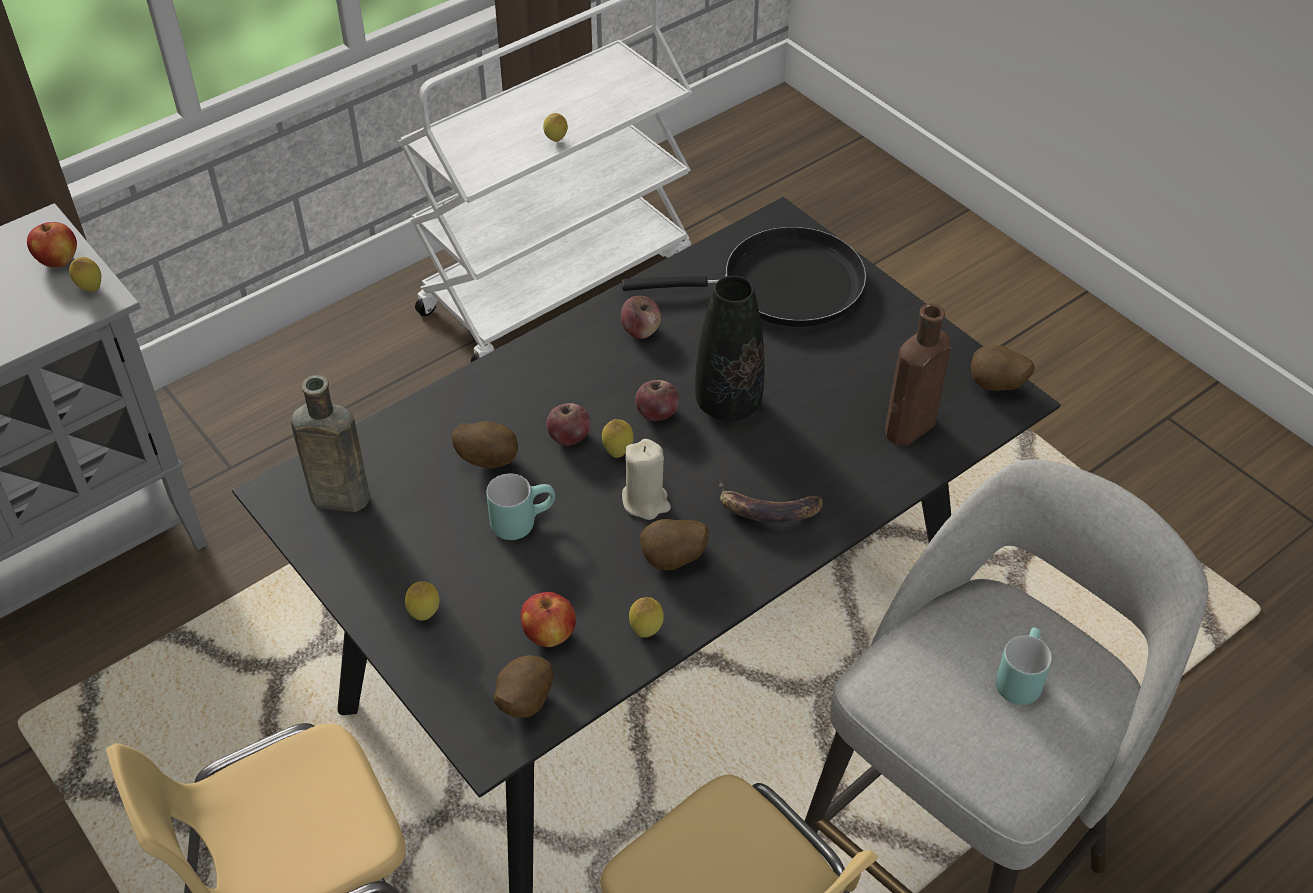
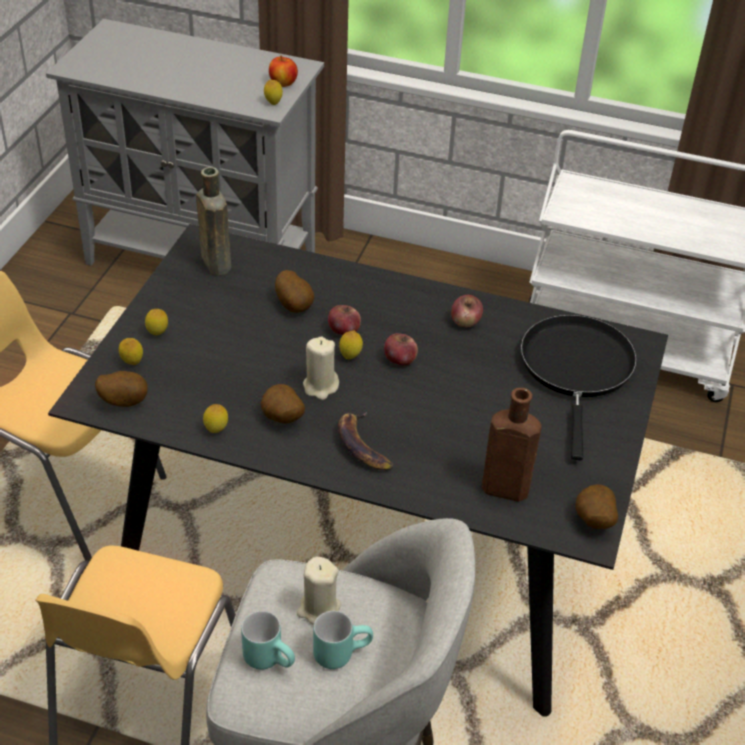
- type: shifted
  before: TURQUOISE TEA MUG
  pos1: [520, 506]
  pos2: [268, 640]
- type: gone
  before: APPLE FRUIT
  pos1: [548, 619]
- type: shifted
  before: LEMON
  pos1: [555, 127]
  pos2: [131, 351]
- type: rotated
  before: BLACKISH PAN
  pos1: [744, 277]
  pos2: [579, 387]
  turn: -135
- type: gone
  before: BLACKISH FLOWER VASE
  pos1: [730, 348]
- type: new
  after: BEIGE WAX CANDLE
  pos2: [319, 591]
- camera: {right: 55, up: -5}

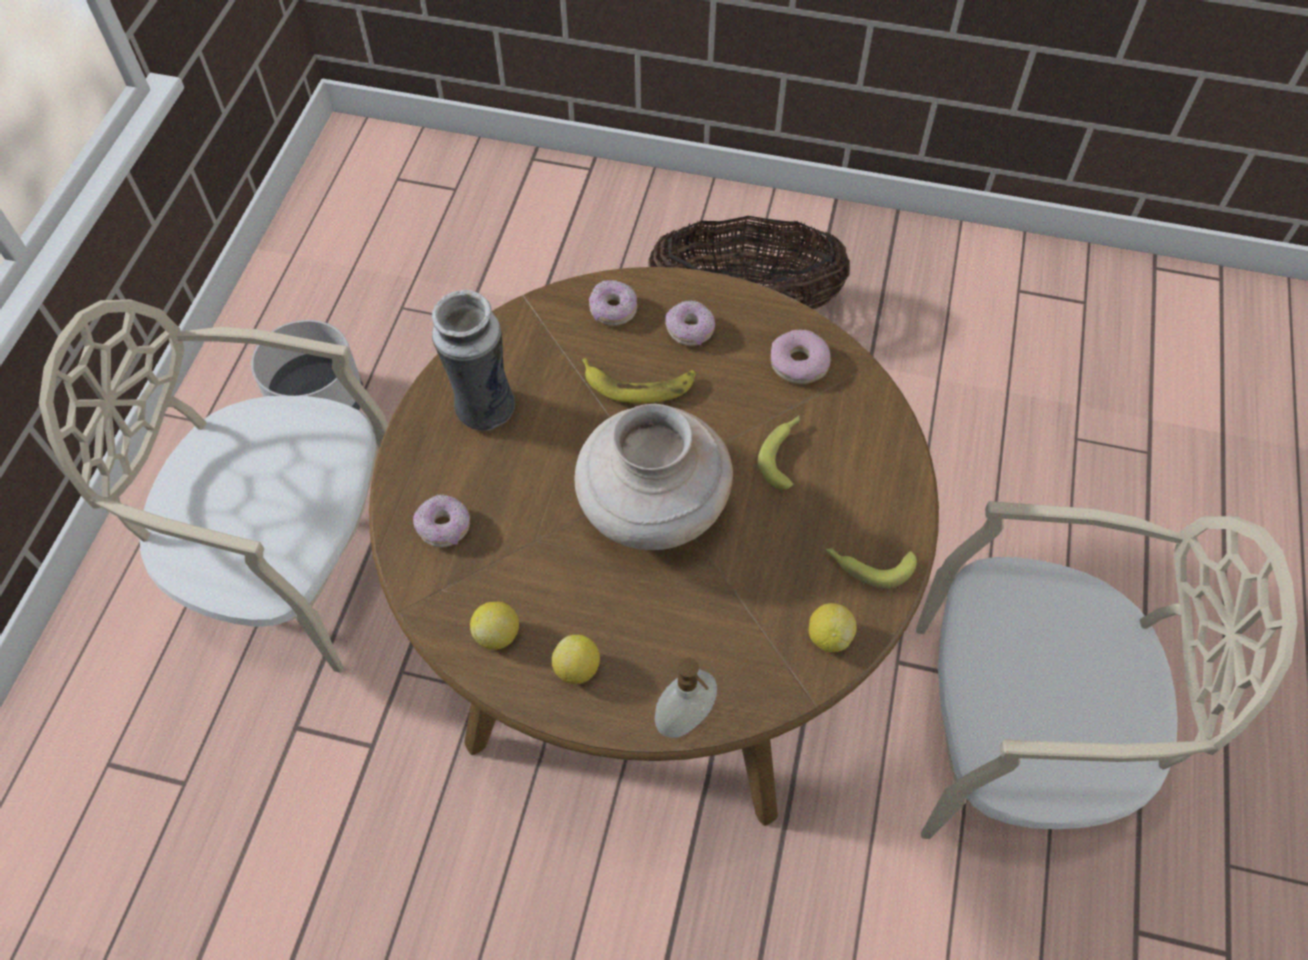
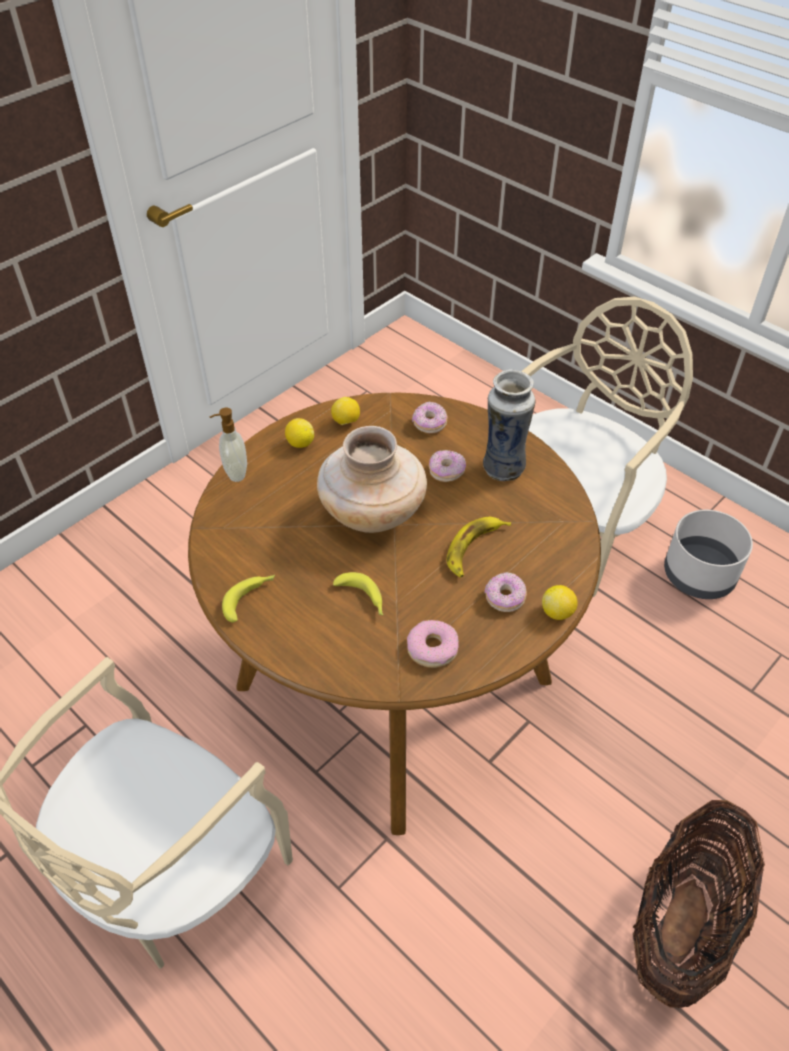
- type: shifted
  before: DOUGHNUT
  pos1: [613, 303]
  pos2: [447, 466]
- type: shifted
  before: LEMON
  pos1: [833, 627]
  pos2: [560, 602]
- camera: {right: 120, up: -10}

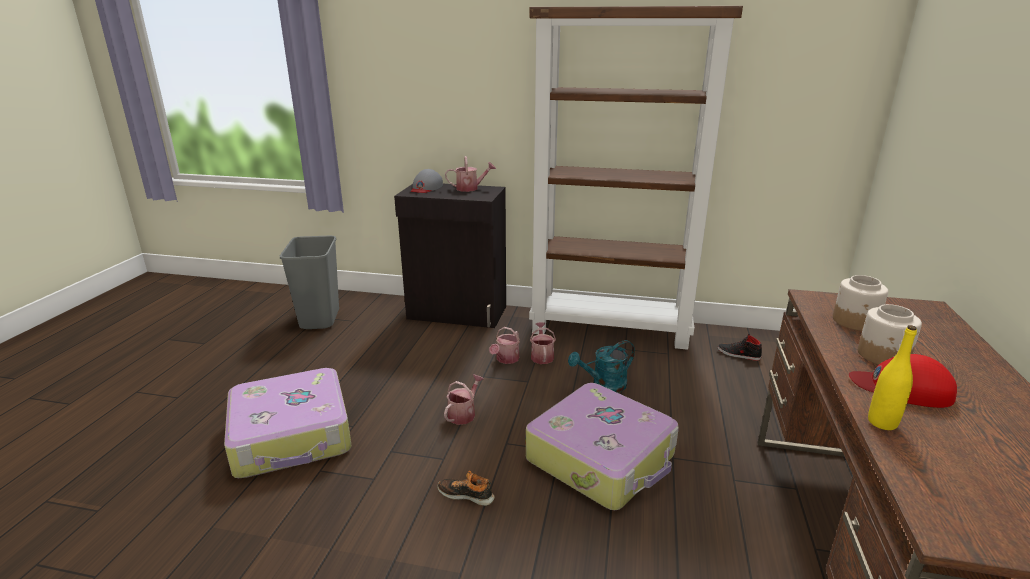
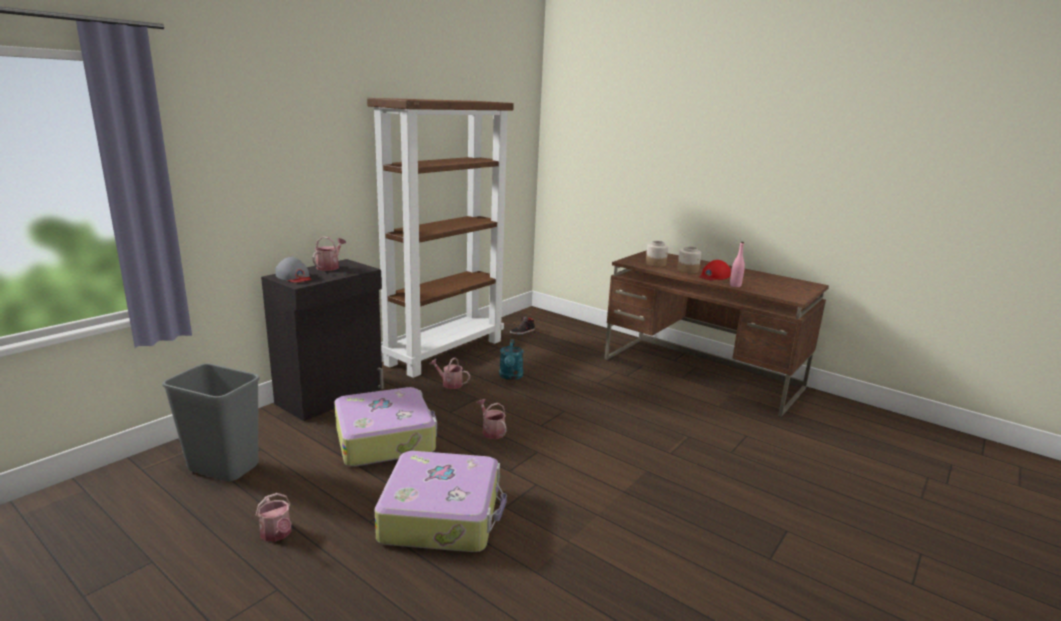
- type: gone
  before: LOW SHOE
  pos1: [466, 488]
- type: shifted
  before: SPRINKLING CAN
  pos1: [504, 345]
  pos2: [274, 517]
- type: shifted
  before: SUITCASE
  pos1: [602, 446]
  pos2: [385, 427]
- type: repainted
  before: YELLOW-COLOURED BEVERAGE BOTTLE
  after: PINKISH BEVERAGE BOTTLE
  pos1: [892, 377]
  pos2: [737, 264]
- camera: {right: -65, up: -5}

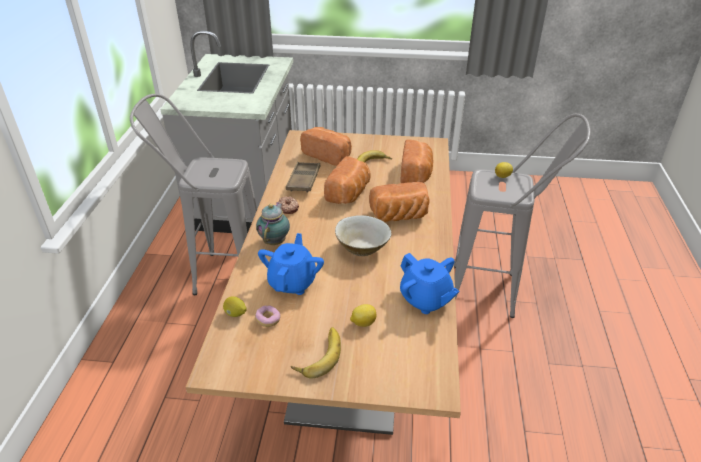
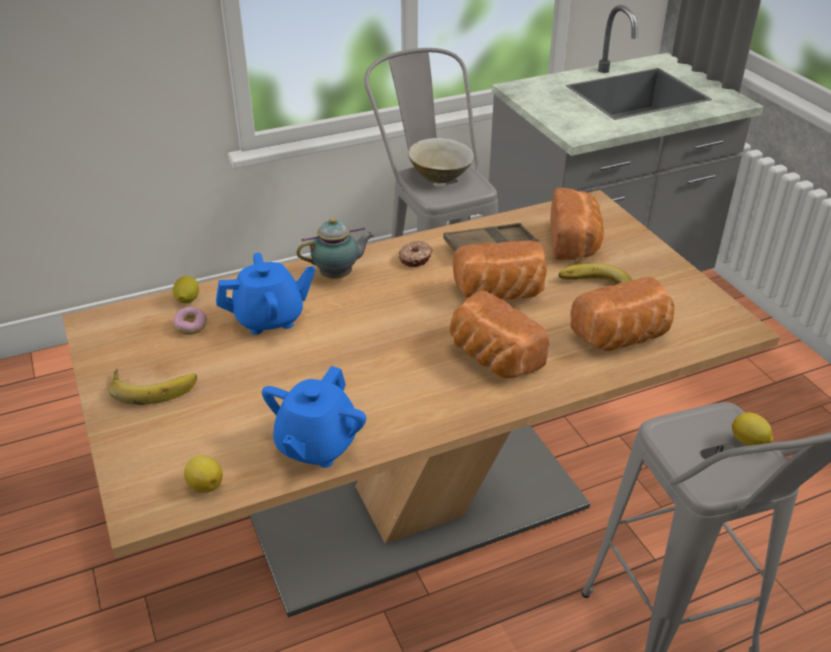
- type: shifted
  before: BEIGE SERVING BOWL
  pos1: [363, 235]
  pos2: [441, 160]
- type: shifted
  before: LEMON
  pos1: [363, 315]
  pos2: [203, 474]
- camera: {right: 60, up: 0}

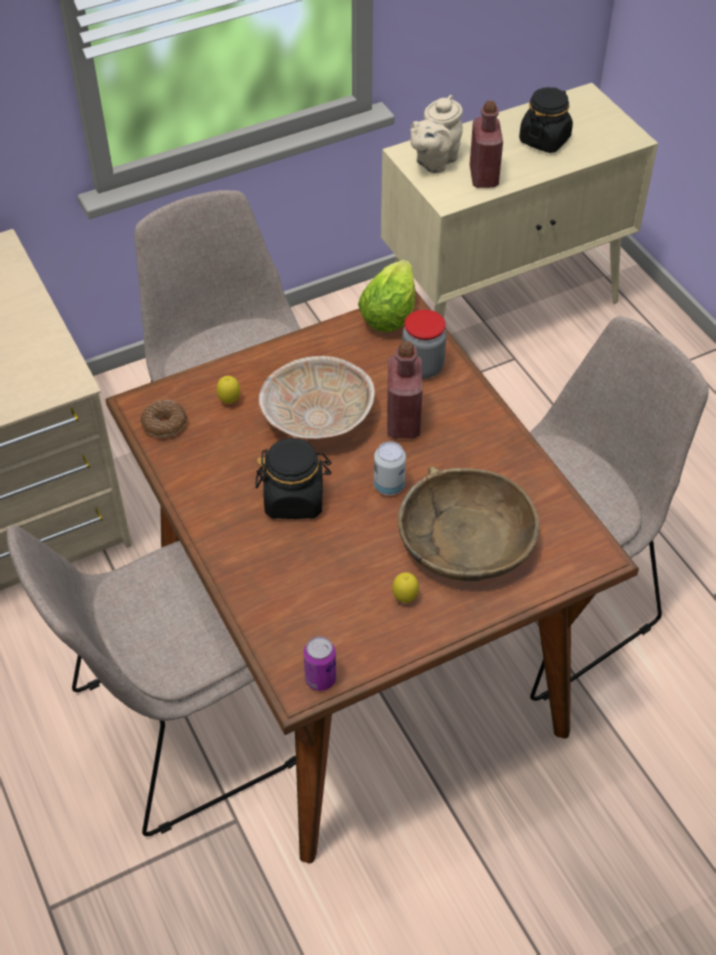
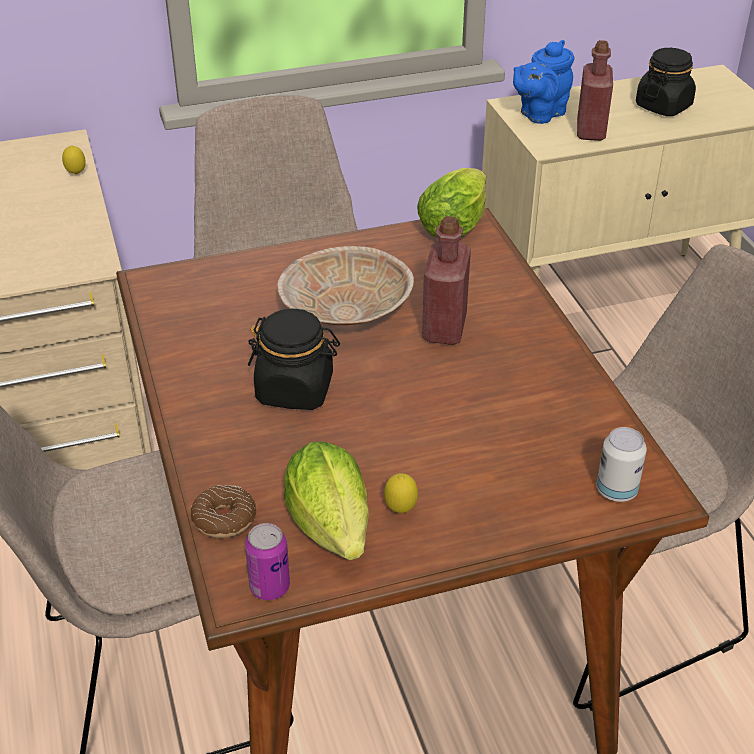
- type: shifted
  before: DOUGHNUT
  pos1: [163, 419]
  pos2: [223, 511]
- type: shifted
  before: LEMON
  pos1: [228, 389]
  pos2: [74, 160]
- type: shifted
  before: CAN
  pos1: [390, 468]
  pos2: [622, 464]
- type: gone
  before: BROWN SERVING BOWL
  pos1: [468, 523]
- type: gone
  before: PRESERVE JAR
  pos1: [424, 344]
- type: repainted
  before: BEIGE TEA POT
  after: BLUE-COLOURED TEA POT
  pos1: [436, 134]
  pos2: [543, 82]
- type: new
  after: LETTUCE HEAD
  pos2: [326, 500]
- camera: {right: 10, up: -10}

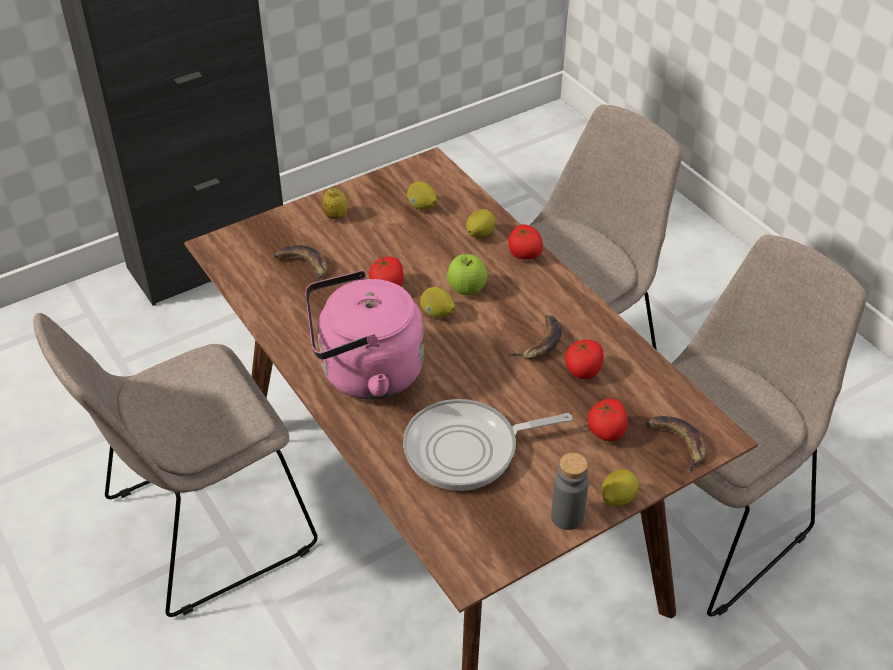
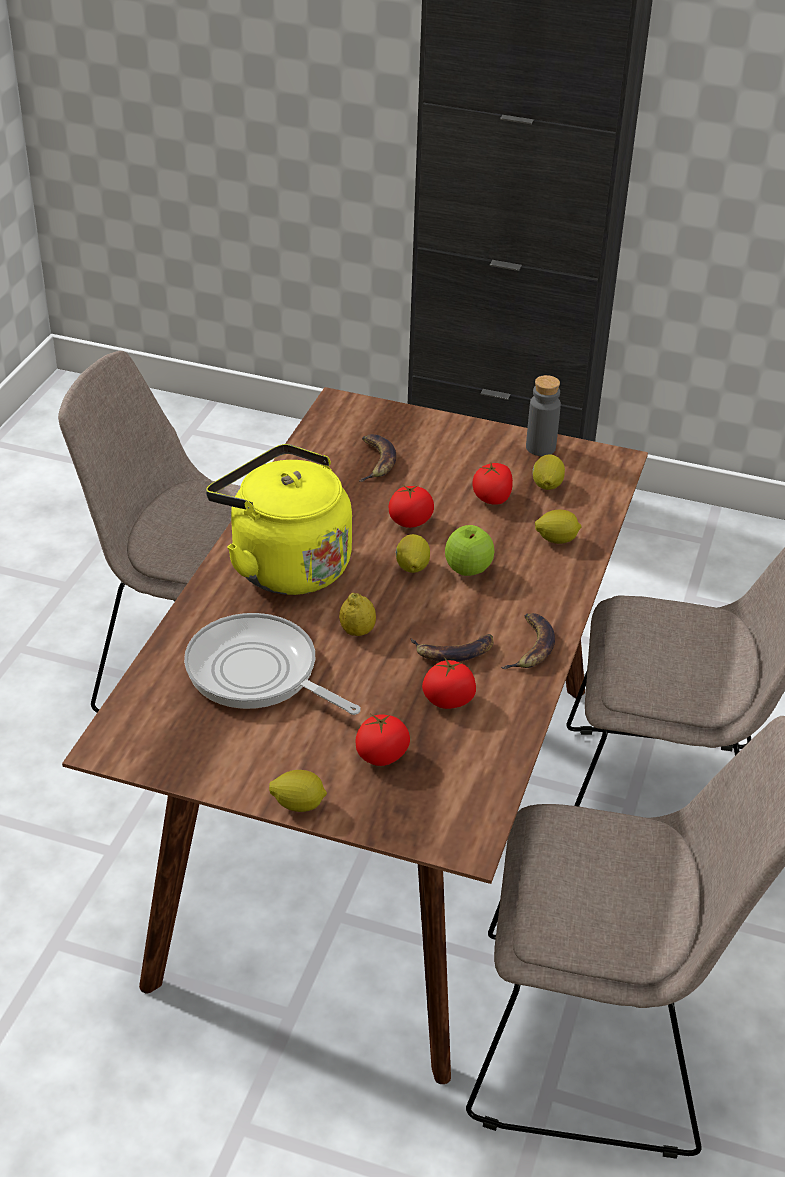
- type: repainted
  before: PINKISH KETTLE
  after: YELLOW-COLOURED KETTLE
  pos1: [364, 335]
  pos2: [279, 519]
- type: shifted
  before: LEMON
  pos1: [335, 203]
  pos2: [357, 614]
- type: shifted
  before: WHOLE TOMATO
  pos1: [525, 242]
  pos2: [492, 484]
- type: shifted
  before: GRAY BEVERAGE BOTTLE
  pos1: [570, 491]
  pos2: [543, 415]
- type: shifted
  before: BANANA FRUIT
  pos1: [676, 445]
  pos2: [528, 641]
- camera: {right: 50, up: -5}

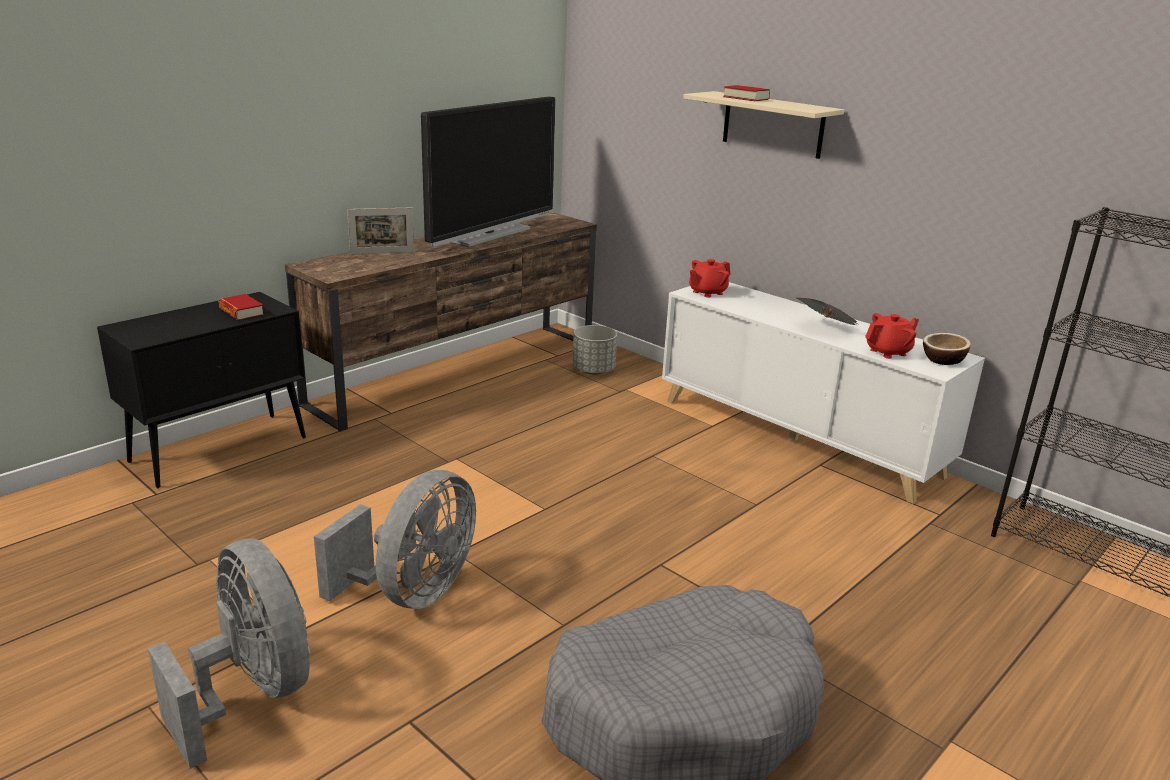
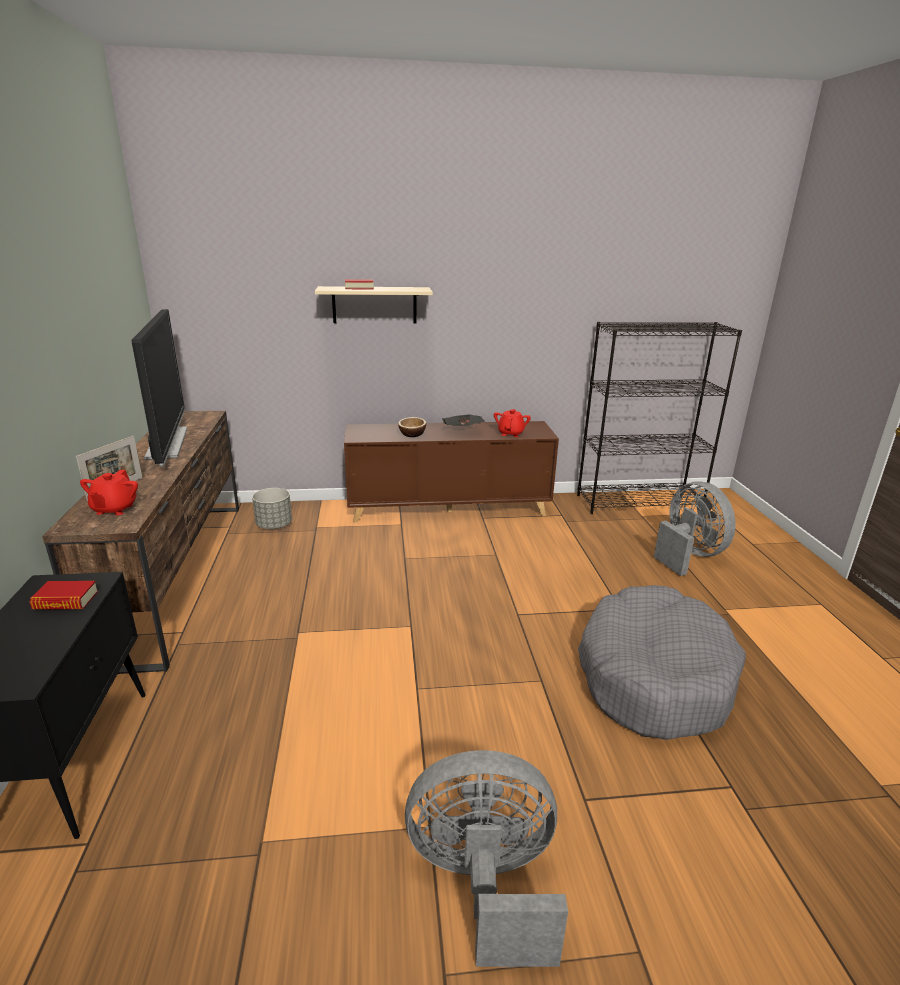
- type: shifted
  before: GRAY FAN
  pos1: [395, 539]
  pos2: [695, 528]
- type: repainted
  before: WHITE-COLOURED CABINET
  after: BROWN CABINET
  pos1: [823, 393]
  pos2: [451, 472]
- type: shifted
  before: RED TEA POT
  pos1: [709, 278]
  pos2: [109, 492]
- type: shifted
  before: SERVING BOWL
  pos1: [947, 349]
  pos2: [412, 427]
- camera: {right: -50, up: 0}

